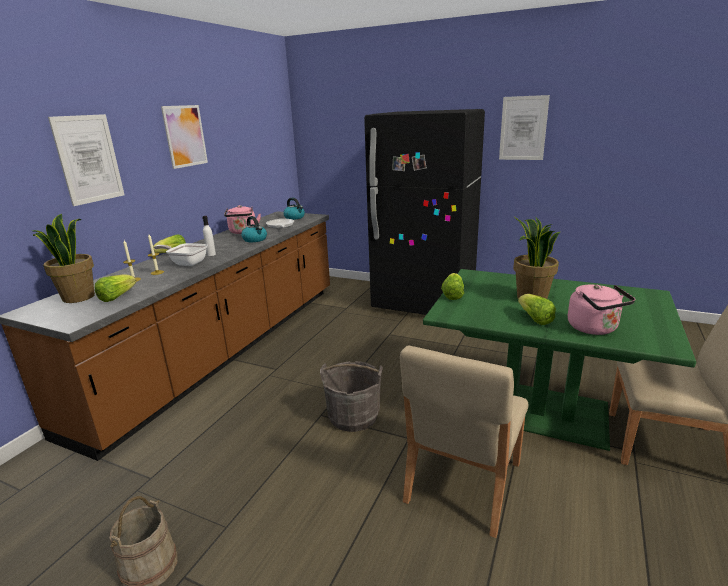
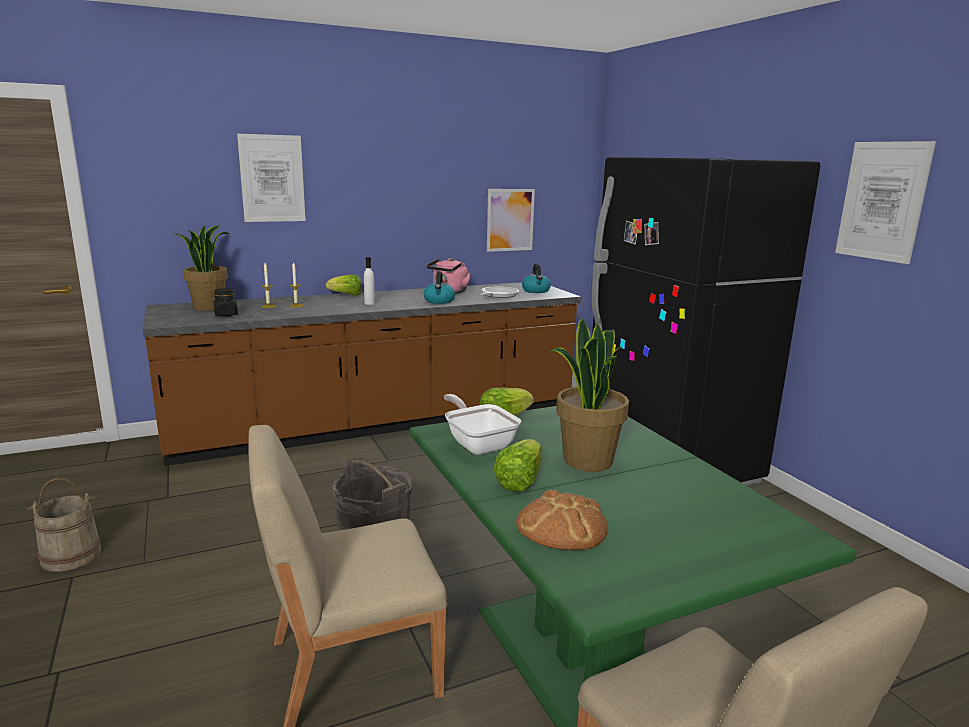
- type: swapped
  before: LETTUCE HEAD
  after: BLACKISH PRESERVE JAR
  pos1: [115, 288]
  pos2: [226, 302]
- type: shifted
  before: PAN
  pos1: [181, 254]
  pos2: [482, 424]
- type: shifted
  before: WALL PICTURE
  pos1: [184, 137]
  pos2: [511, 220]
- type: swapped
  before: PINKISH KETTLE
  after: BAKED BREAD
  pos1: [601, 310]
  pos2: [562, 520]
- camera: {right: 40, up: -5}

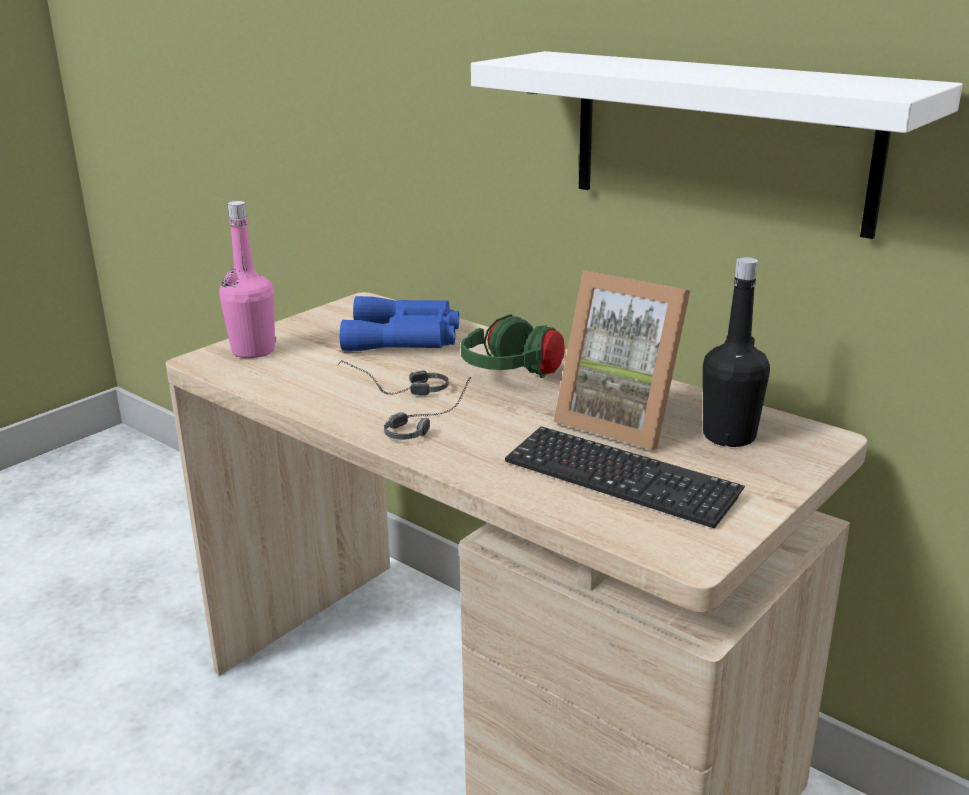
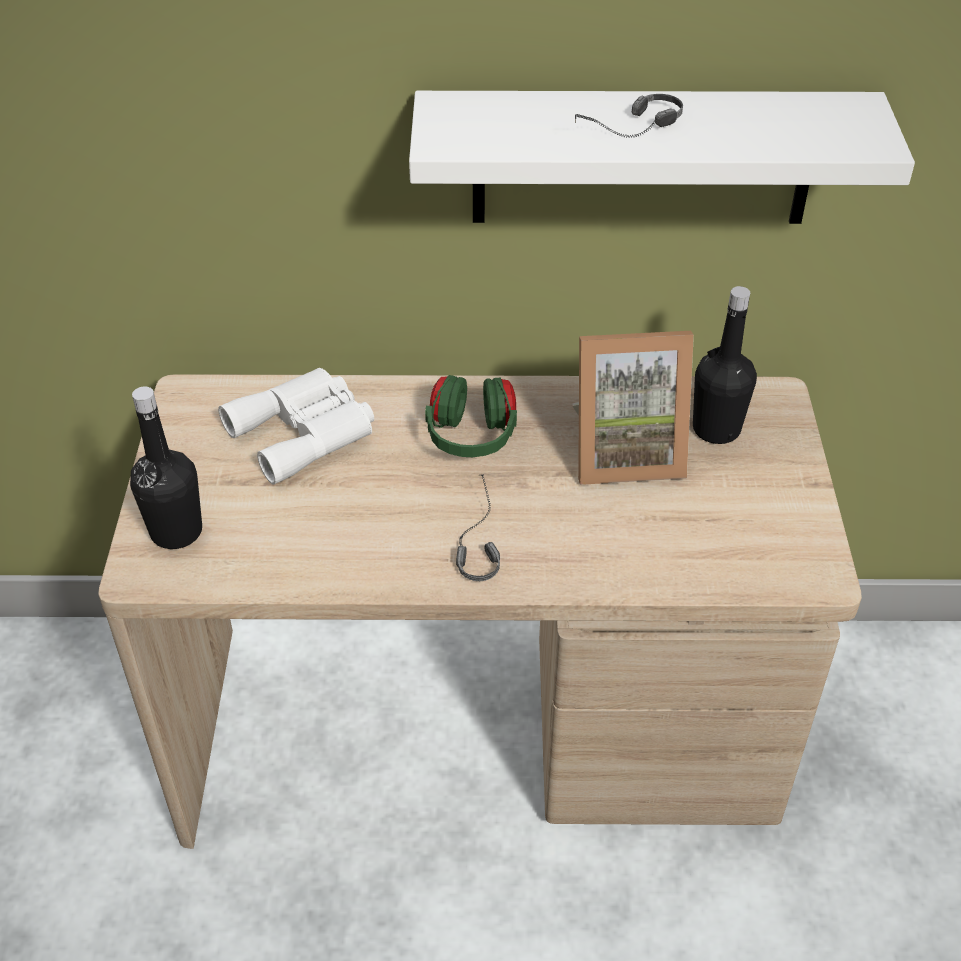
- type: repainted
  before: PINKISH BEVERAGE BOTTLE
  after: BLACKISH BEVERAGE BOTTLE
  pos1: [247, 279]
  pos2: [166, 467]
- type: shifted
  before: PAIR OF HEADPHONES
  pos1: [393, 378]
  pos2: [629, 116]
- type: repainted
  before: BLUE-COLOURED FIELD GLASSES
  after: WHITE-COLOURED FIELD GLASSES
  pos1: [399, 323]
  pos2: [296, 426]
- type: gone
  before: KEYBOARD
  pos1: [625, 477]
- camera: {right: -40, up: 20}

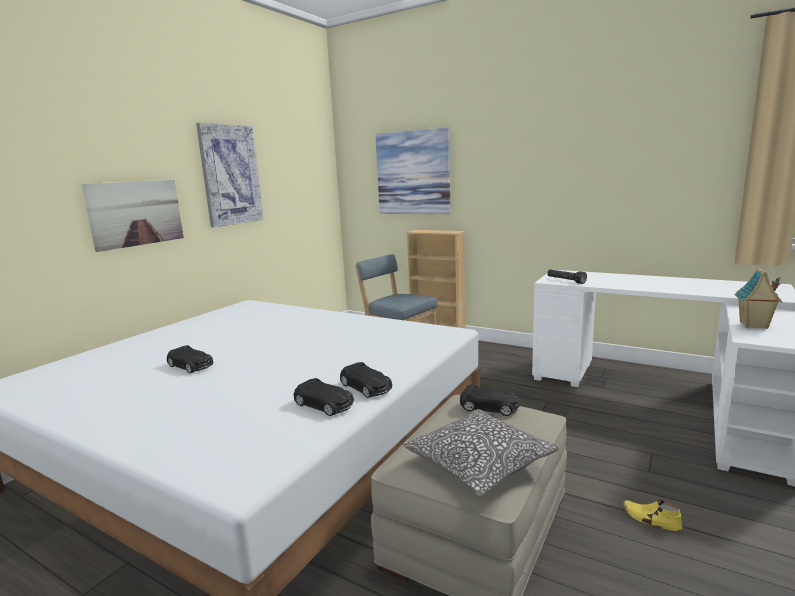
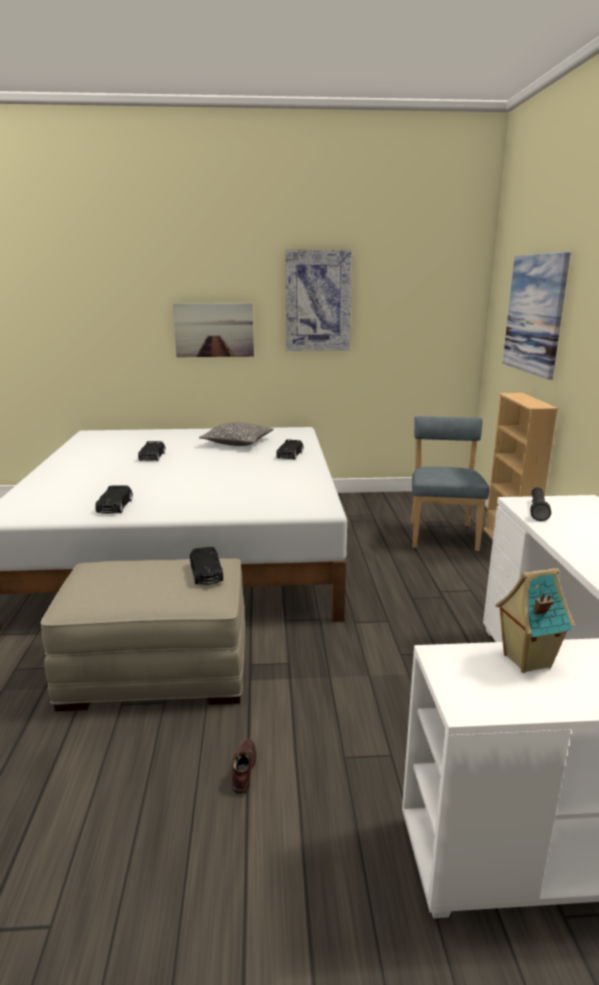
- type: shifted
  before: BLACKISH MINIATURE CAR
  pos1: [366, 380]
  pos2: [289, 449]
- type: shifted
  before: CUSHION
  pos1: [481, 453]
  pos2: [236, 434]
- type: repainted
  before: YELLOW-COLOURED LOW SHOE
  after: BROWN LOW SHOE
  pos1: [652, 515]
  pos2: [244, 766]
- camera: {right: 55, up: 5}

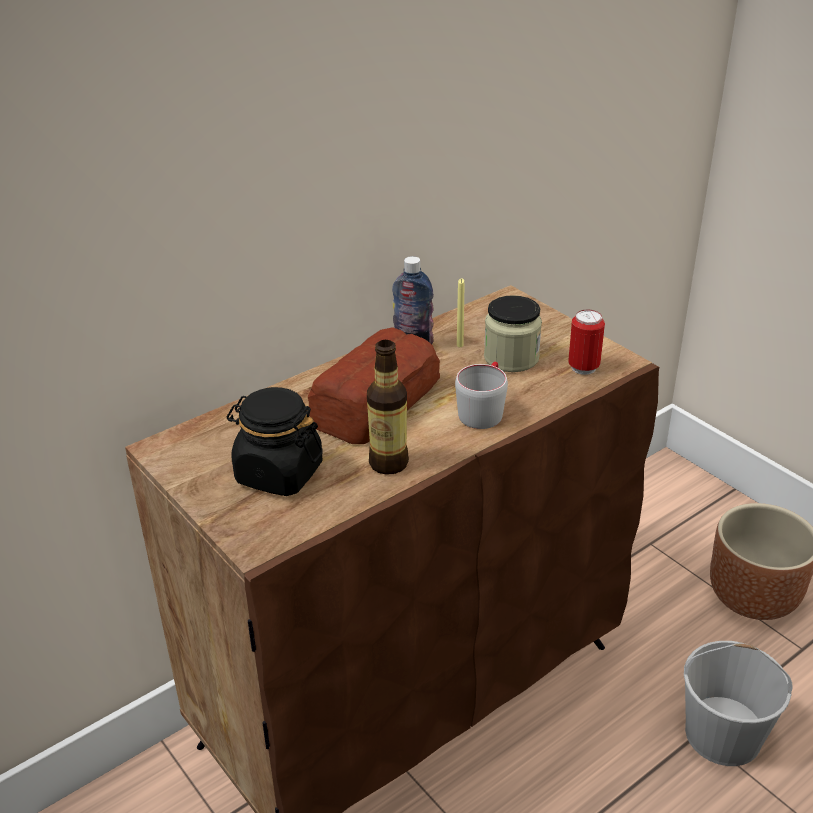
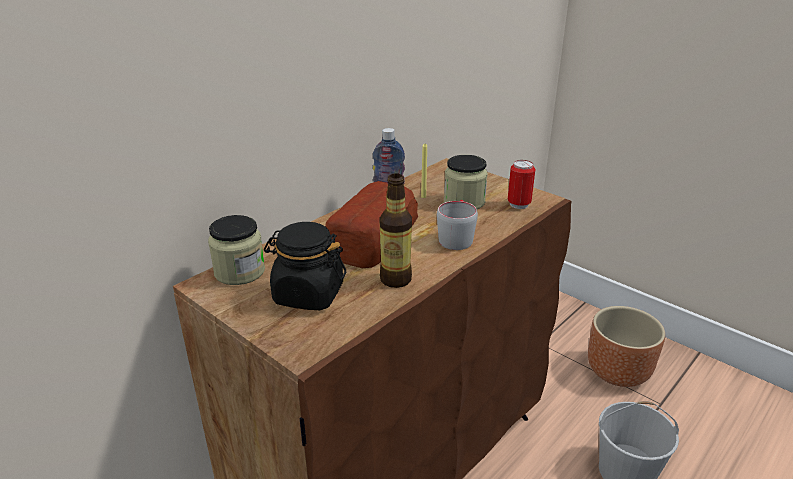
- type: new
  after: PRESERVE JAR
  pos2: [236, 250]
- camera: {right: -10, up: -5}

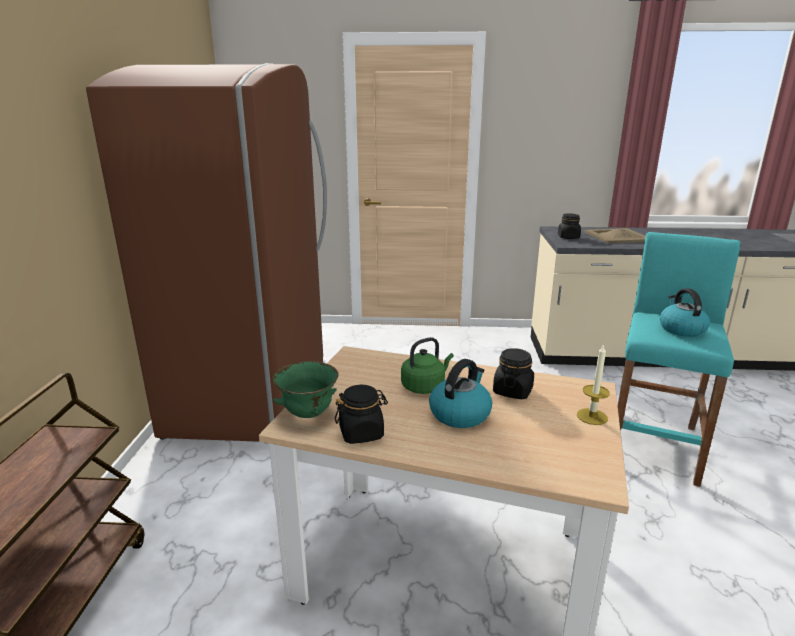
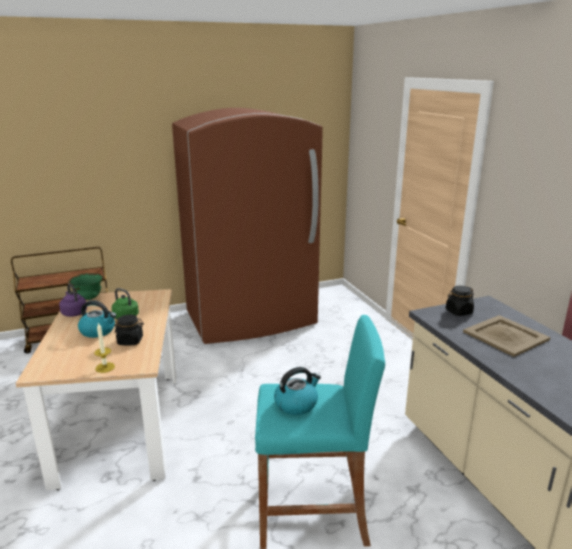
- type: swapped
  before: BLACKISH PRESERVE JAR
  after: PURPLE KETTLE
  pos1: [361, 414]
  pos2: [73, 300]
- camera: {right: 65, up: 0}

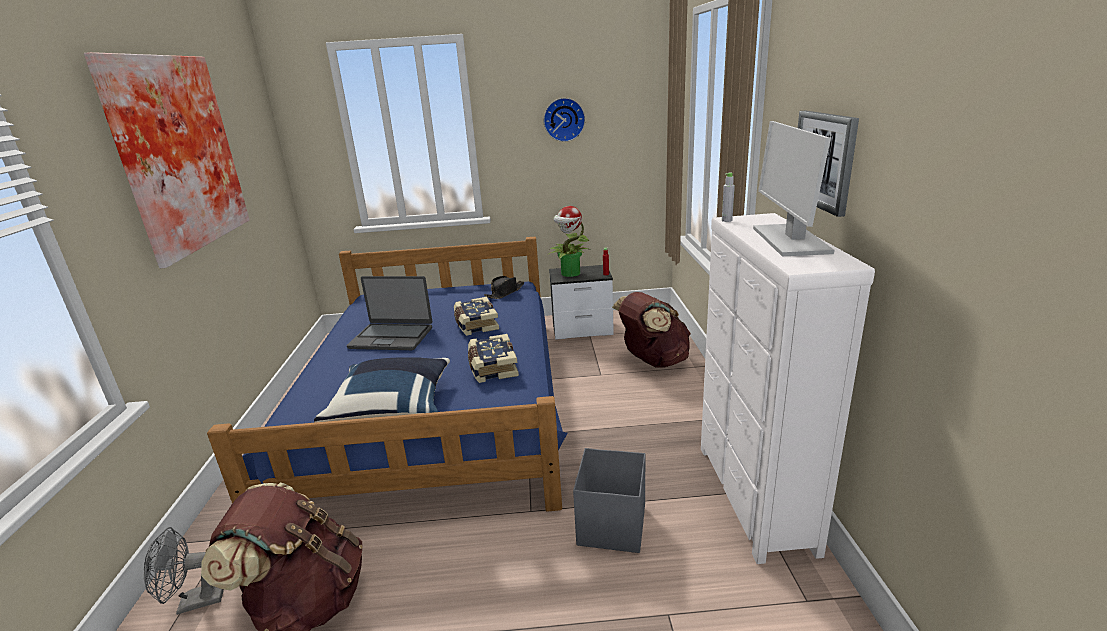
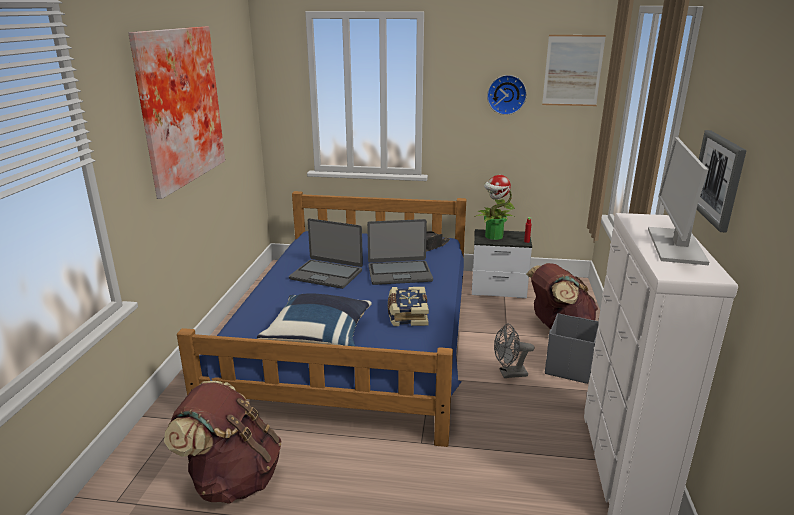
- type: shifted
  before: GRAY FAN
  pos1: [183, 571]
  pos2: [514, 351]
- type: swapped
  before: BOUND BOOK
  after: PORTABLE COMPUTER
  pos1: [476, 316]
  pos2: [400, 252]
- type: shifted
  before: GRAY STORAGE CONTAINER
  pos1: [609, 500]
  pos2: [572, 348]
- type: gone
  before: GRAY BEVERAGE BOTTLE
  pos1: [728, 197]
- type: new
  after: WALL PICTURE
  pos2: [574, 70]
- camera: {right: 10, up: 0}

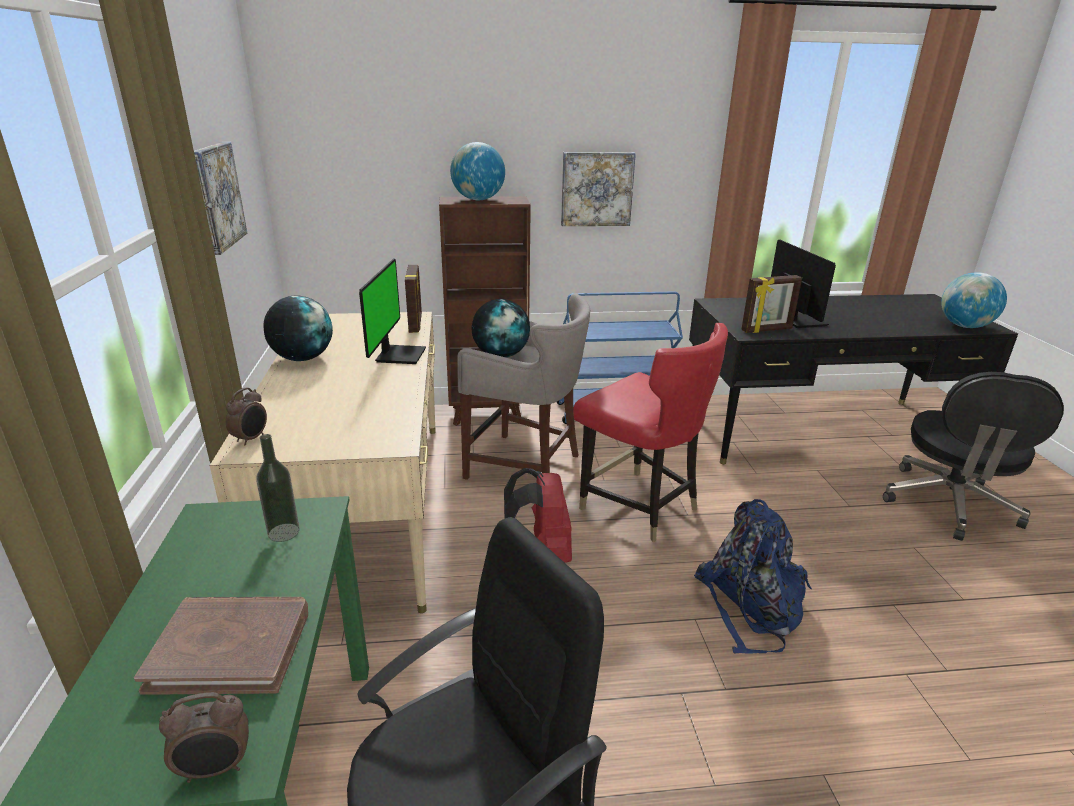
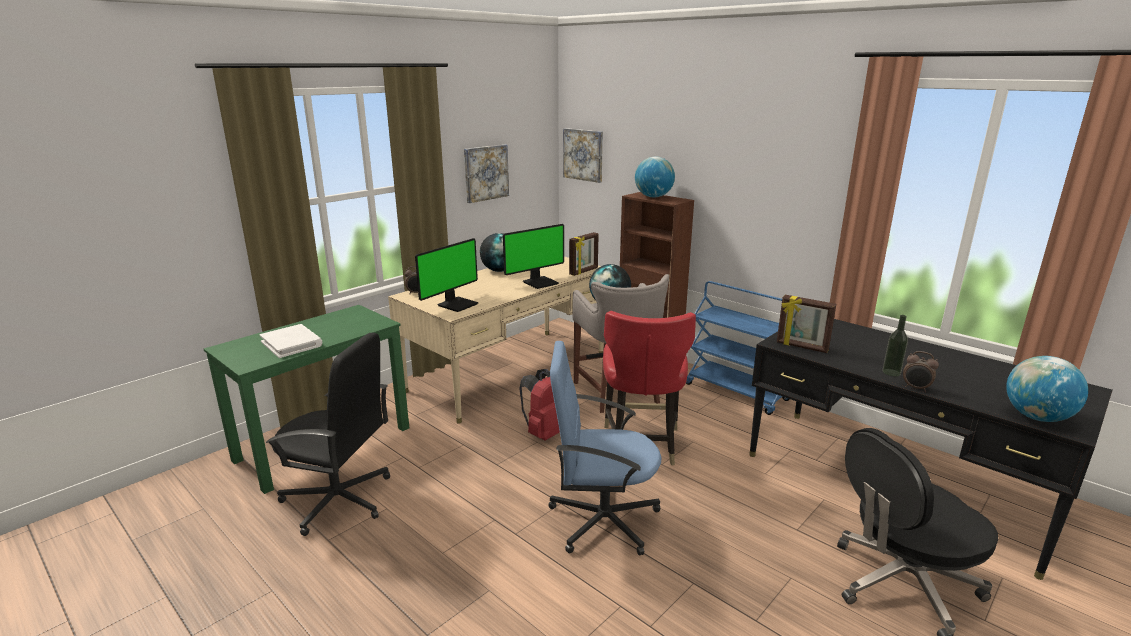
- type: repainted
  before: BROWN BOUND BOOK
  after: WHITE-COLOURED BOUND BOOK
  pos1: [221, 646]
  pos2: [291, 341]
- type: shifted
  before: ALARM CLOCK
  pos1: [204, 737]
  pos2: [921, 371]
- type: shifted
  before: BEVERAGE BOTTLE
  pos1: [278, 488]
  pos2: [895, 345]
- type: shifted
  before: WALL PICTURE
  pos1: [598, 189]
  pos2: [583, 155]
- type: swapped
  before: BLUE-COLOURED KNAPSACK
  after: BLUE-COLOURED DESK CHAIR
  pos1: [753, 576]
  pos2: [604, 448]
- type: shifted
  before: COMPUTER SCREEN
  pos1: [803, 284]
  pos2: [446, 275]
- camera: {right: 50, up: -5}

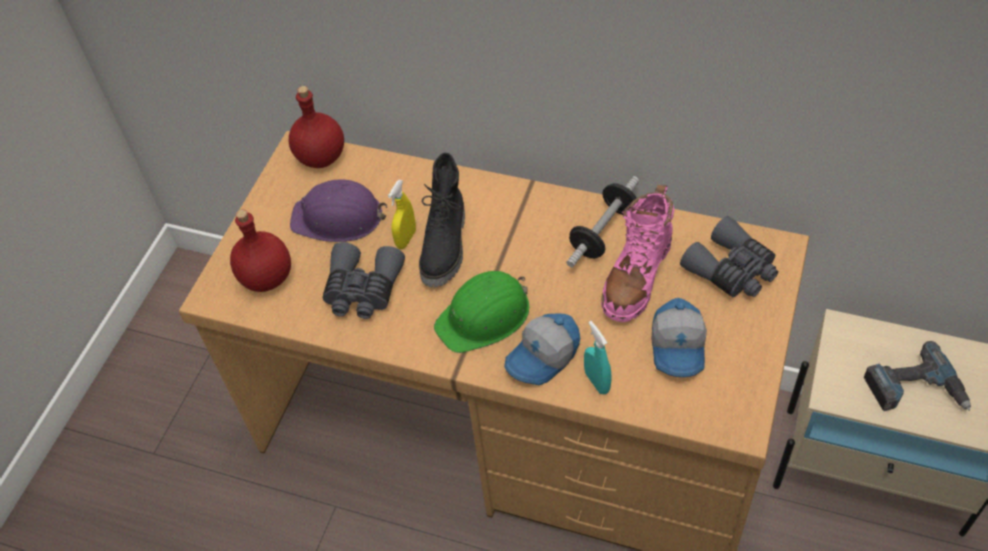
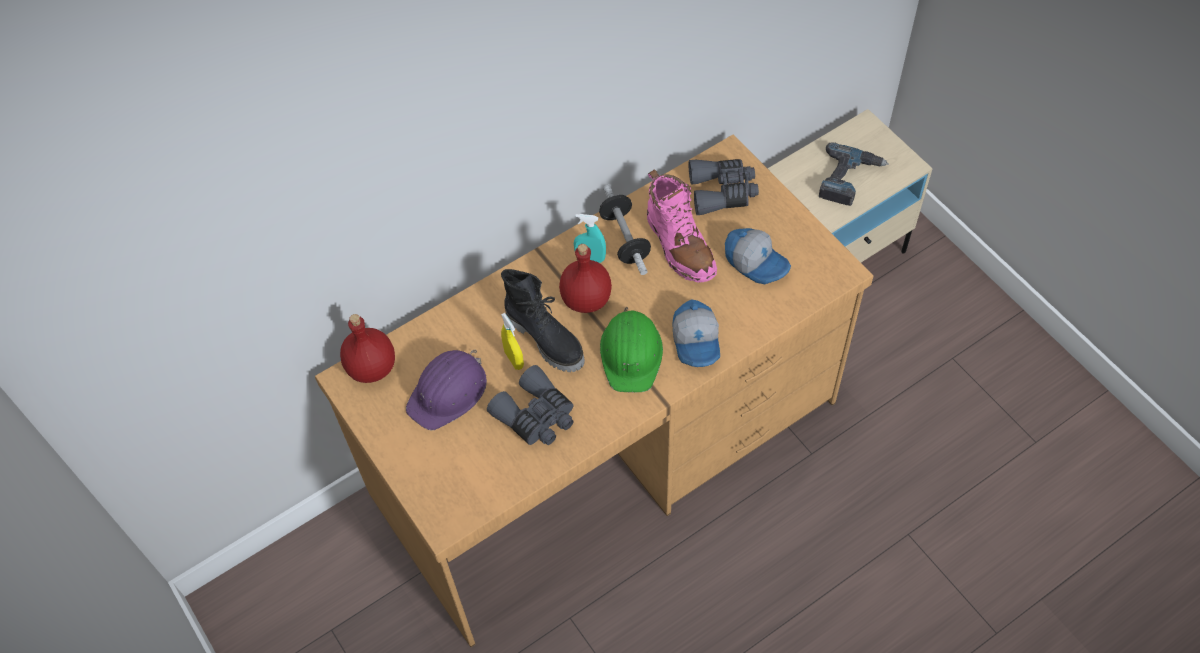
- type: shifted
  before: RED BEVERAGE BOTTLE
  pos1: [260, 250]
  pos2: [585, 278]
- type: shifted
  before: TURQUOISE SPRAY BOTTLE
  pos1: [597, 357]
  pos2: [590, 238]
- camera: {right: -55, up: 5}

